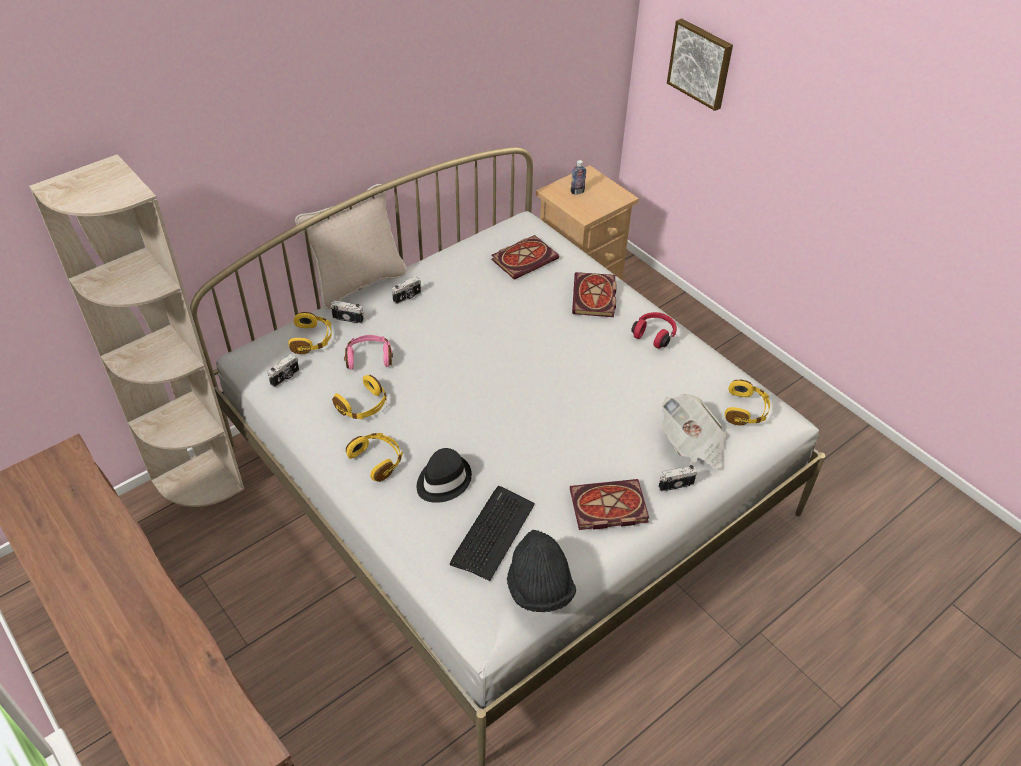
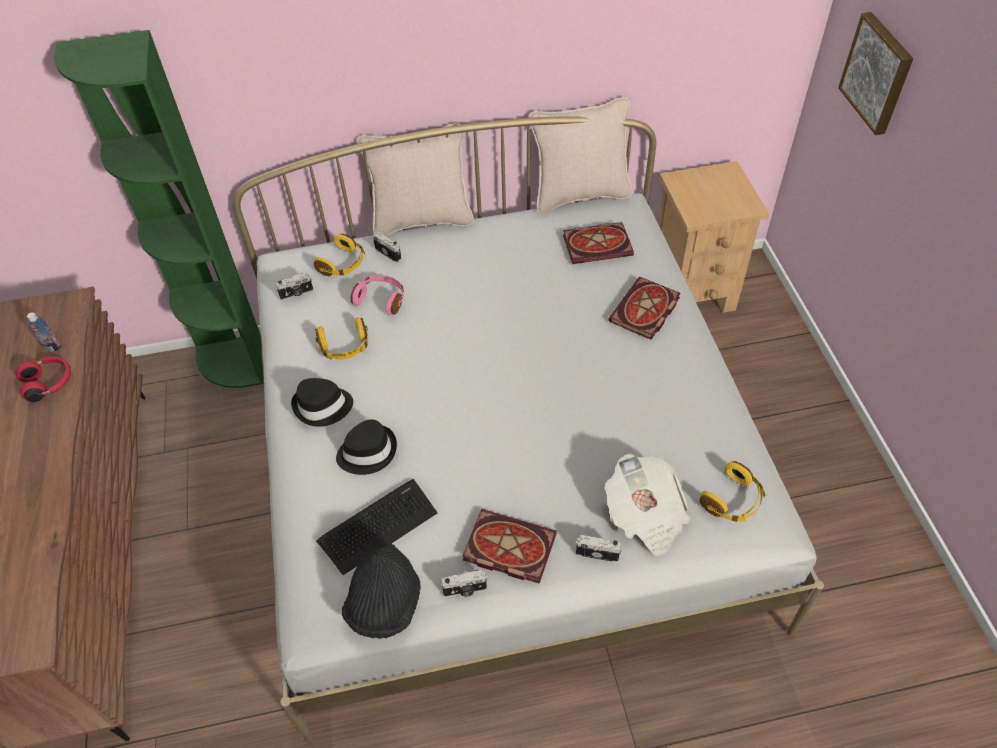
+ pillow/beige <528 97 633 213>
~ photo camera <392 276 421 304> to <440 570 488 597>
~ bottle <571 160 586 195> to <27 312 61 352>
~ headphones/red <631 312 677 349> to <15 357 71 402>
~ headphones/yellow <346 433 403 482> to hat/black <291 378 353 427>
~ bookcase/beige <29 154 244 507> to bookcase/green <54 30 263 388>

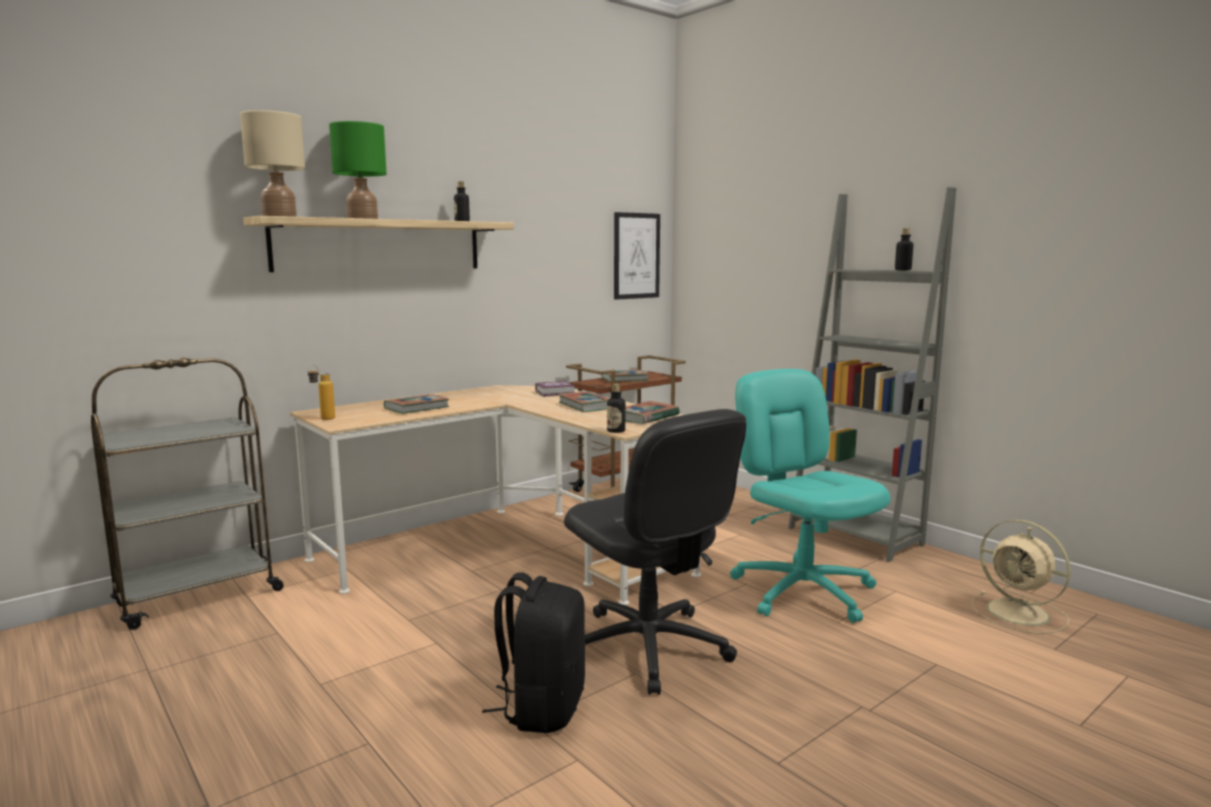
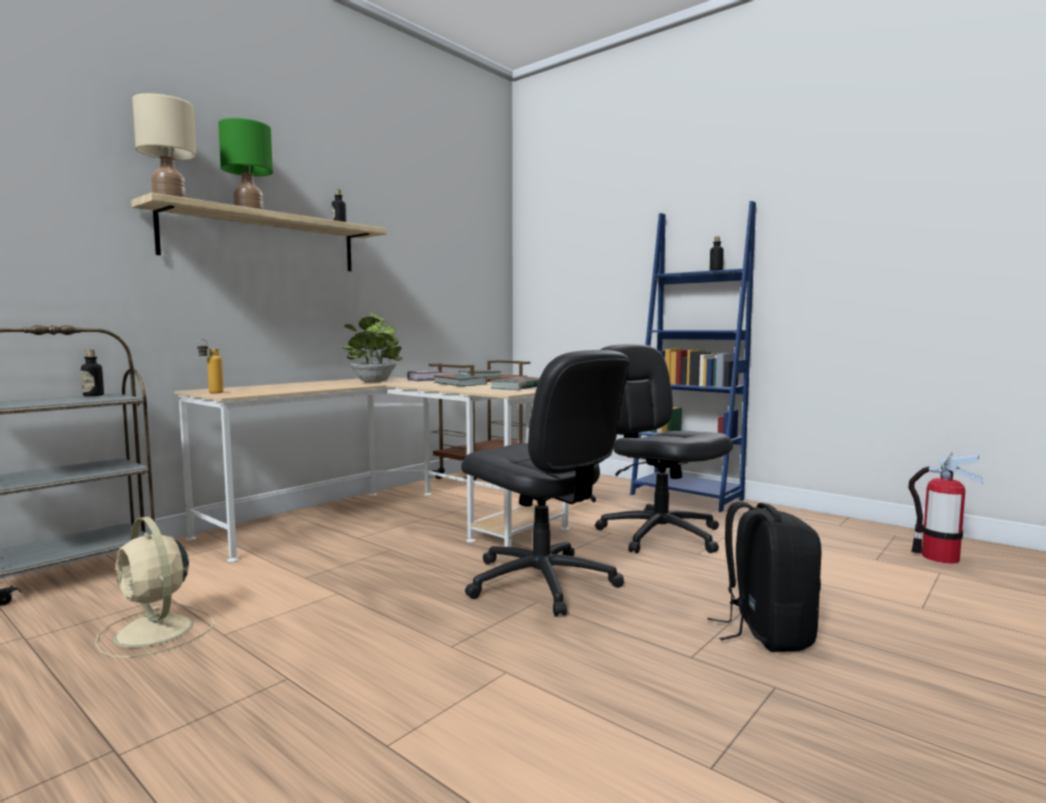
- book <384 394 449 414>
- picture <614 212 660 300>
+ potted plant <342 312 402 382>
+ fire extinguisher <908 452 983 564>
~ backpack/black <482 572 586 733> to <707 502 822 652>
~ bottle <607 384 625 433> to <81 350 104 396>
~ fan/beige <971 520 1071 634> to <95 517 214 658>
~ office chair/turquoise <730 369 890 623> to office chair/black <595 344 733 553>
~ bookcase/grey <788 187 956 562> to bookcase/blue <630 201 756 512>

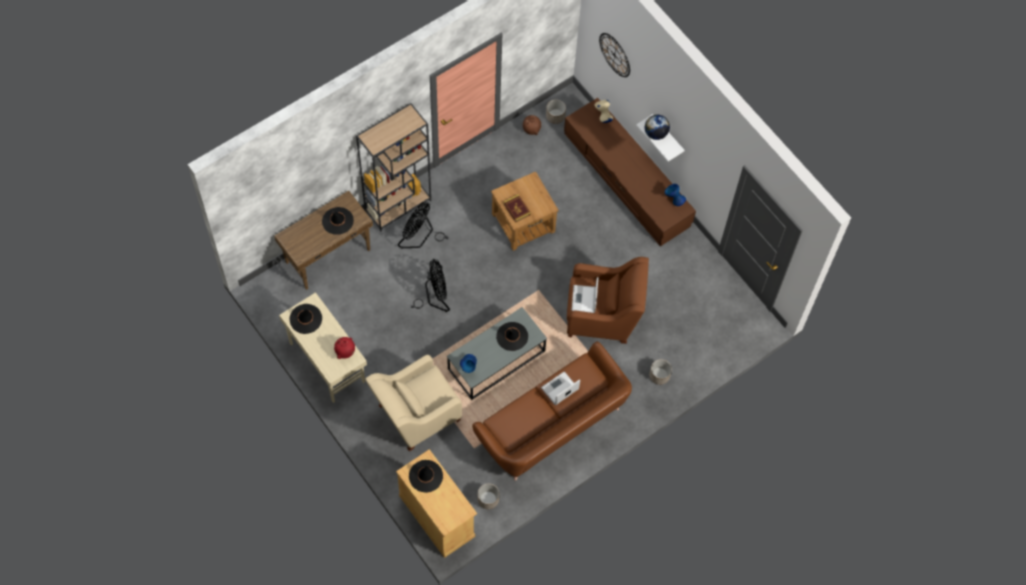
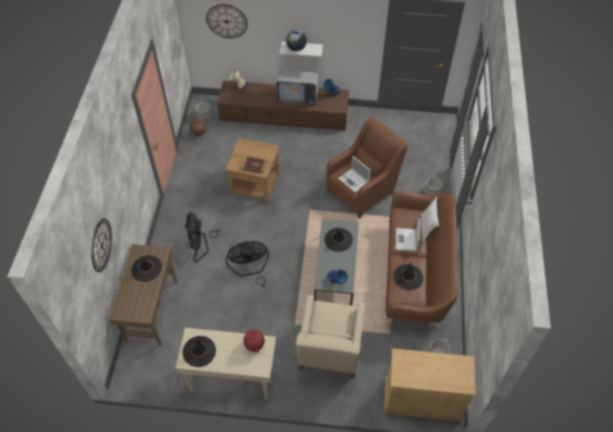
- bookcase <356 103 431 232>
+ wall clock <91 219 112 272>
+ television <276 70 318 105>
+ pillow/white <421 197 440 243>
~ hat/black <409 460 443 493> to <394 261 423 290>
~ fan/black <411 259 450 312> = <226 241 269 287> 45 degrees counterclockwise

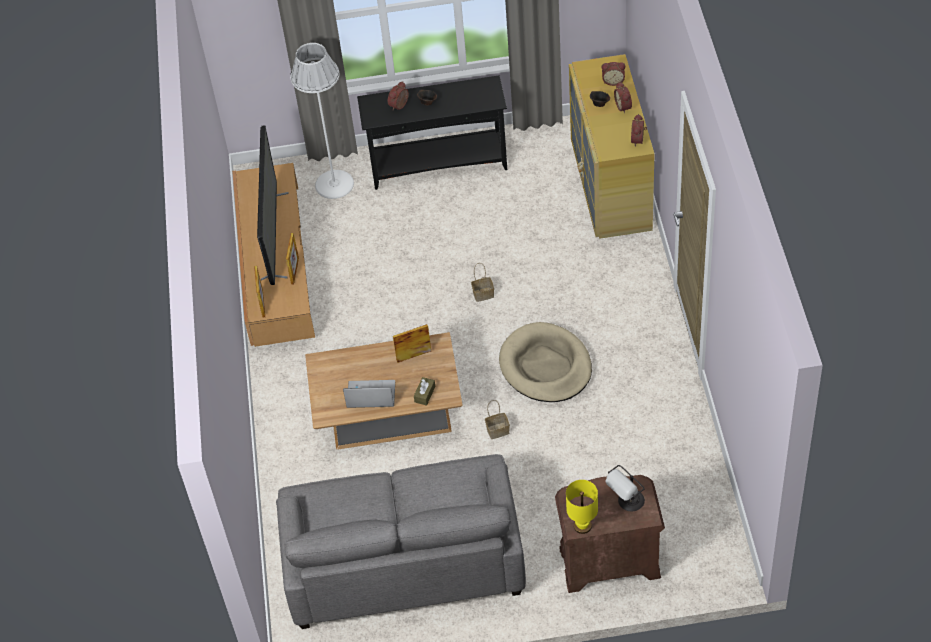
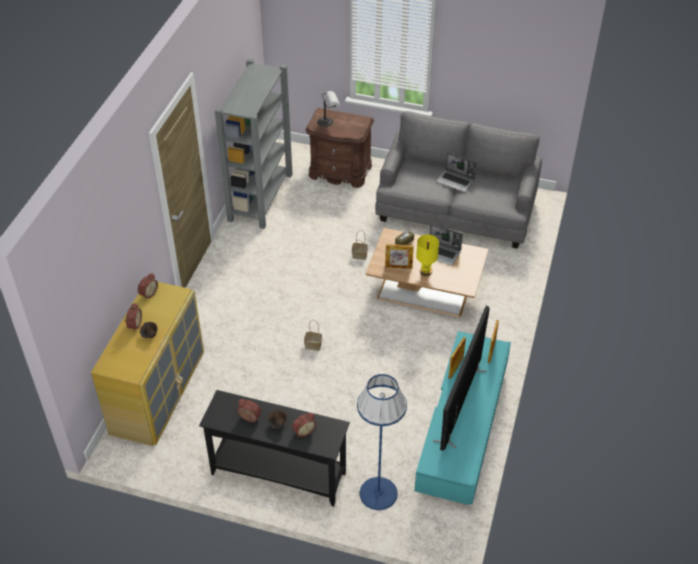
- dog bed/beige <499 322 592 402>
+ bookcase/grey <215 59 293 229>
+ laptop <436 153 477 192>
~ table lamp/yellow <566 480 598 534> to <416 234 439 276>
~ alarm clock <602 62 625 86> to <237 399 261 422>
~ tv stand/brown <232 163 315 347> to tv stand/turquoise <415 331 511 505>
~ floor lamp/white <290 43 354 199> to floor lamp/blue <357 374 407 510>

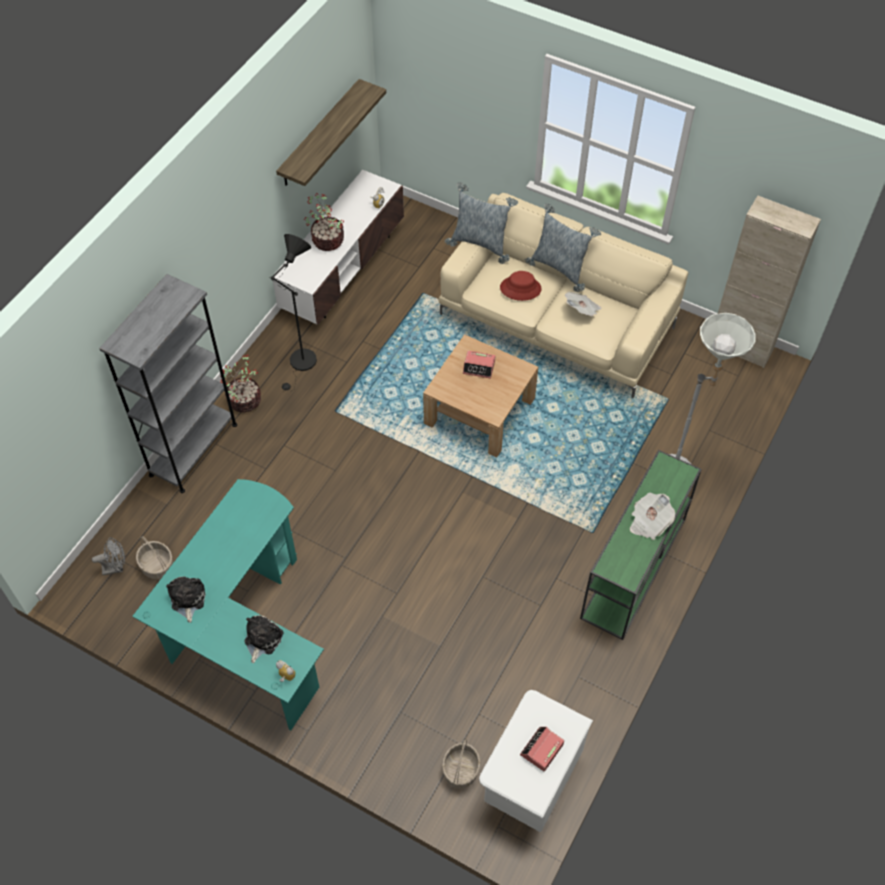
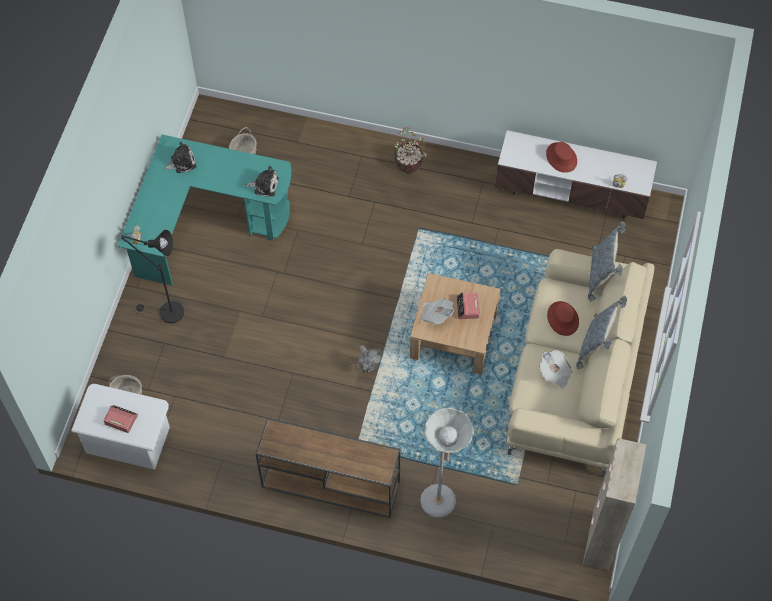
- bookcase/grey <99 274 237 493>
- shelf <276 79 386 186>
~ fan/grey <92 537 125 575> to <356 345 383 373>
~ plush toy <244 615 284 663> to <246 166 279 197>
~ floor lamp/black <269 234 317 393> to <121 230 184 323>
~ newspaper <630 493 675 540> to <421 298 454 325>
~ potted plant <304 193 344 251> to hat/red <546 142 577 173>
~ console table/green <580 450 702 640> to console table/brown <256 418 400 518>

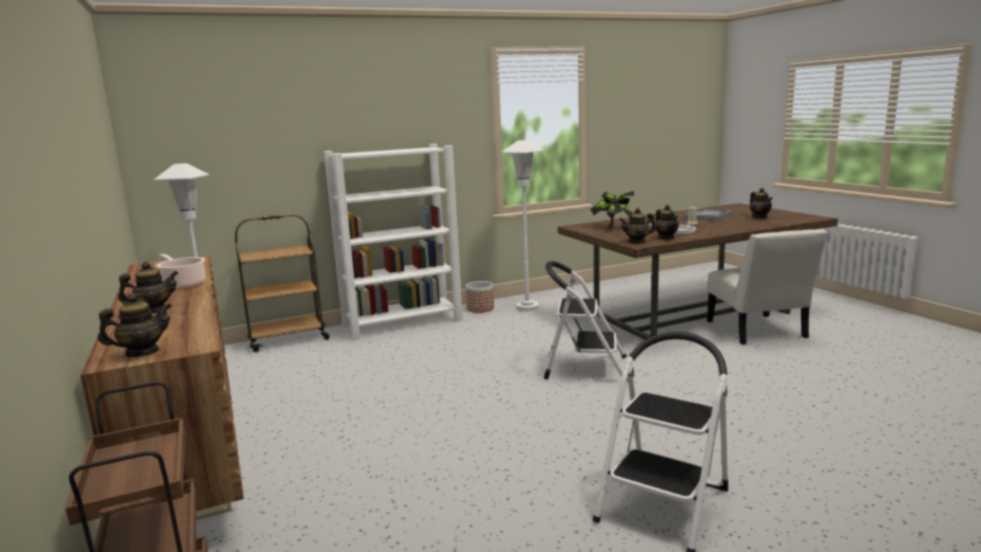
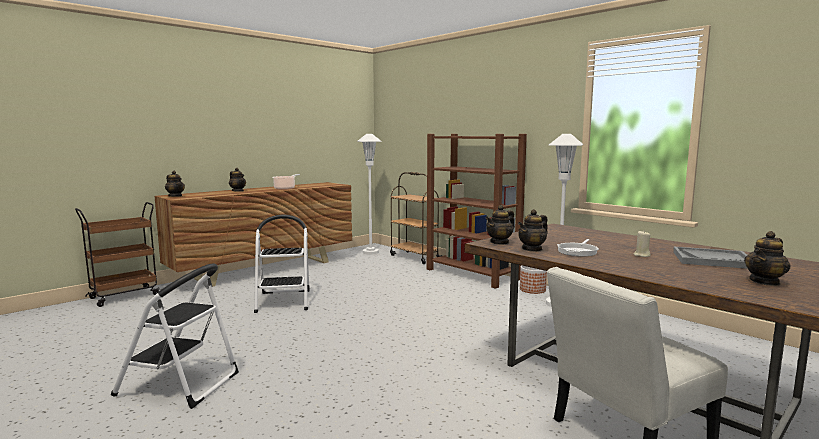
- potted plant <590 191 634 227>
~ step ladder <544 261 628 381> to <254 215 310 313>
~ bookcase/white <324 144 463 340> to bookcase/brown <427 134 527 289>
~ teapot <619 208 656 244> = <485 205 515 245> 105 degrees counterclockwise

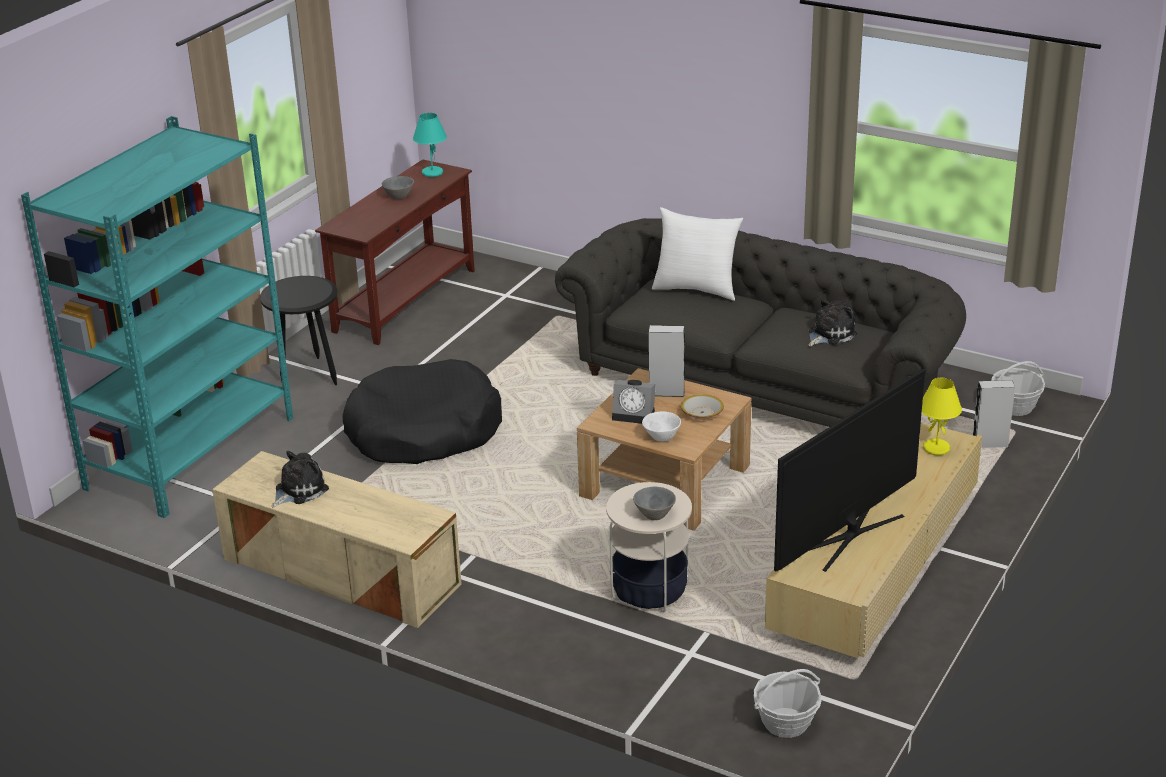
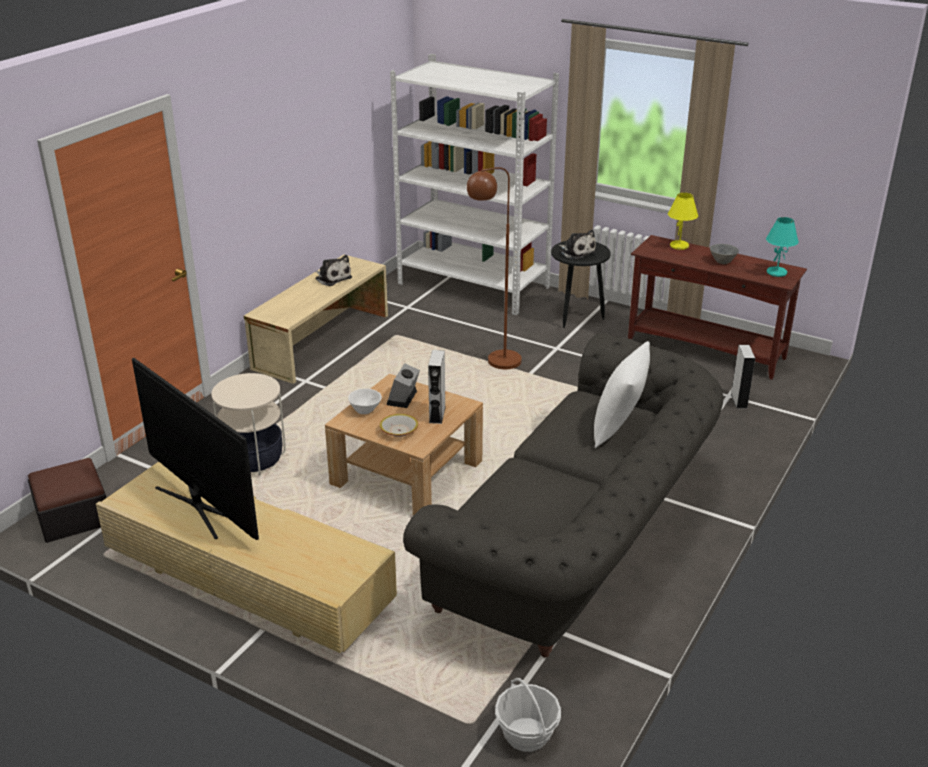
- bowl/grey <633 487 676 520>
~ plush toy <808 298 857 346> to <559 230 596 260>
~ table lamp/yellow <922 378 962 455> to <668 193 698 250>
~ speaker/grey <973 380 1015 448> to <731 345 755 408>
~ dog bed/black <343 359 502 464> to floor lamp/brown <467 167 522 369>
~ basket <754 669 822 738> to ottoman <28 458 106 543>
~ bookcase/turquoise <21 116 293 518> to bookcase/white <390 54 559 315>

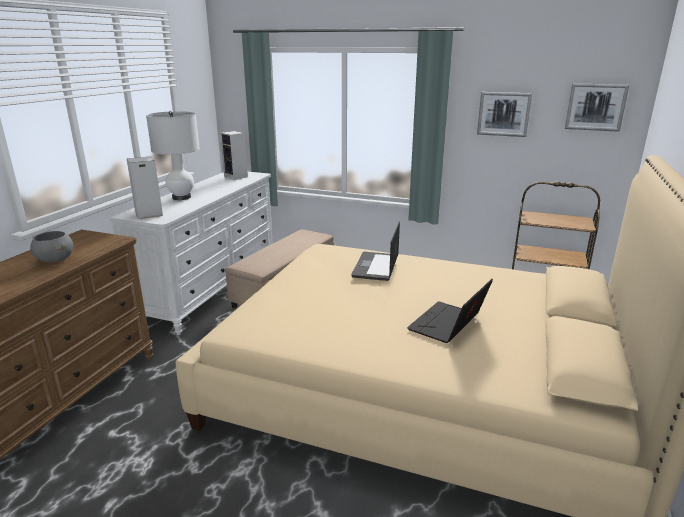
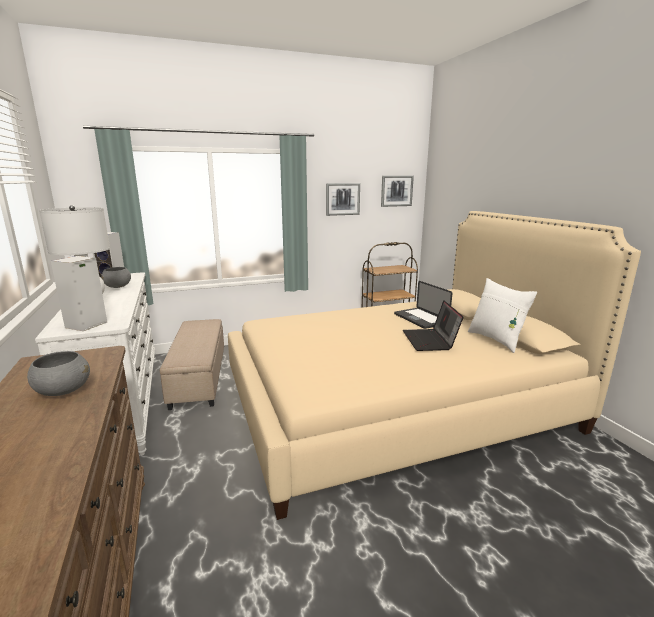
+ bowl/grey <102 267 131 288>
+ pillow/white <468 278 537 353>
~ laptop <351 222 400 281> to <394 281 452 329>

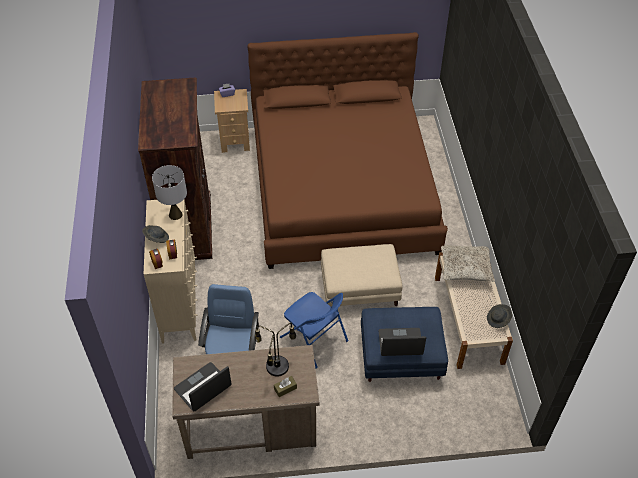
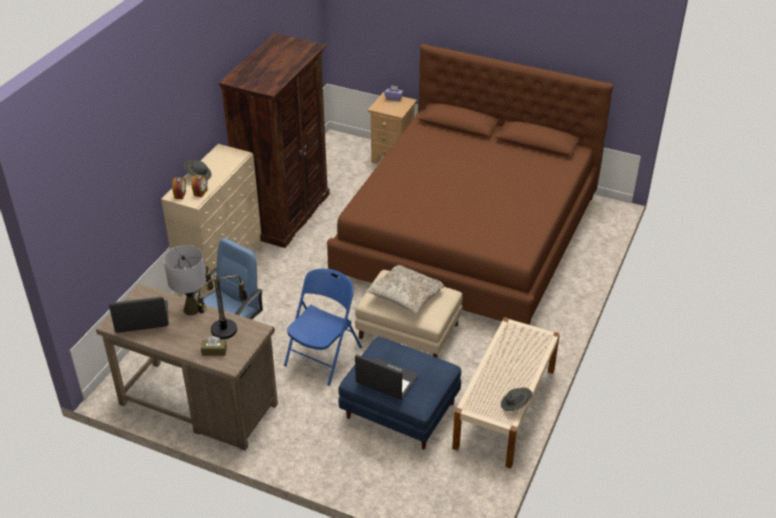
~ table lamp/grey <152 165 187 220> to <164 245 206 315>
~ pillow/beige <441 245 495 282> to <367 265 445 313>
~ chair/blue <280 292 349 369> = <284 269 362 386> 135 degrees counterclockwise

